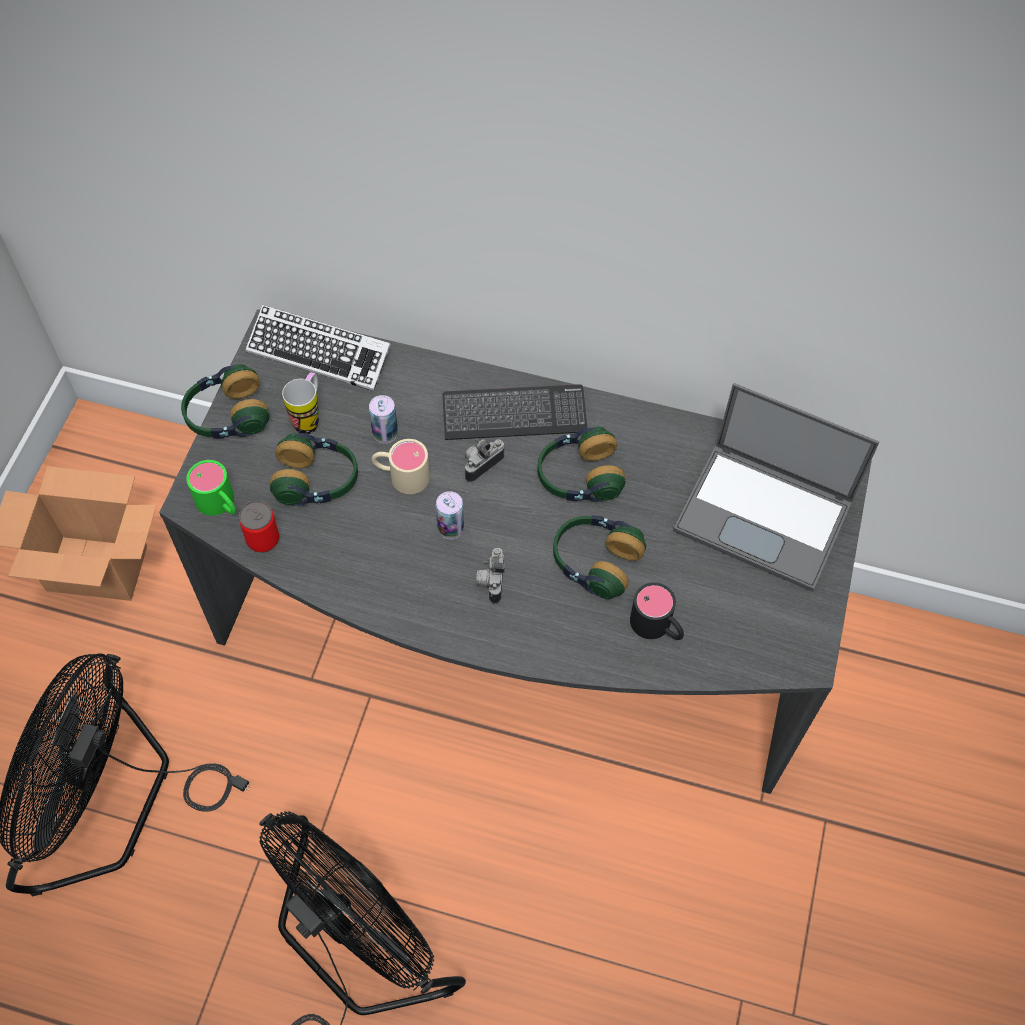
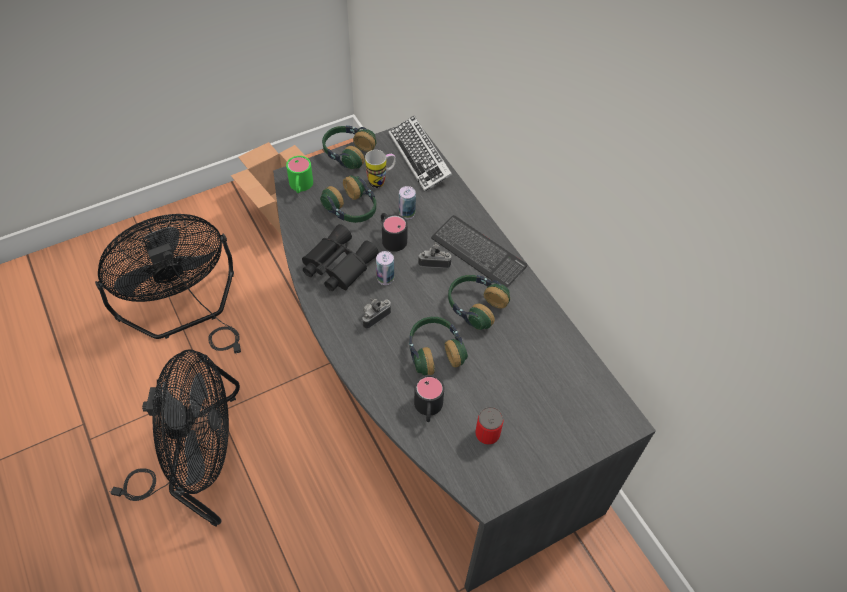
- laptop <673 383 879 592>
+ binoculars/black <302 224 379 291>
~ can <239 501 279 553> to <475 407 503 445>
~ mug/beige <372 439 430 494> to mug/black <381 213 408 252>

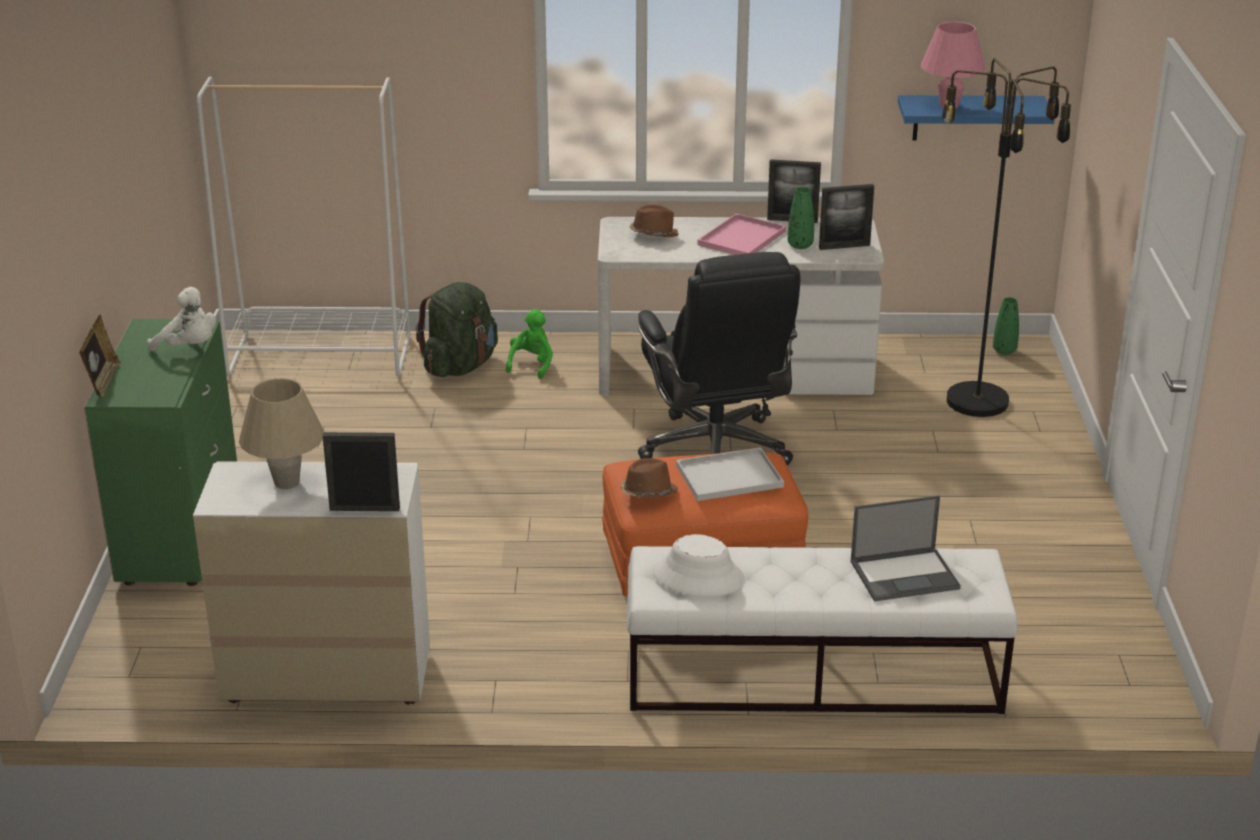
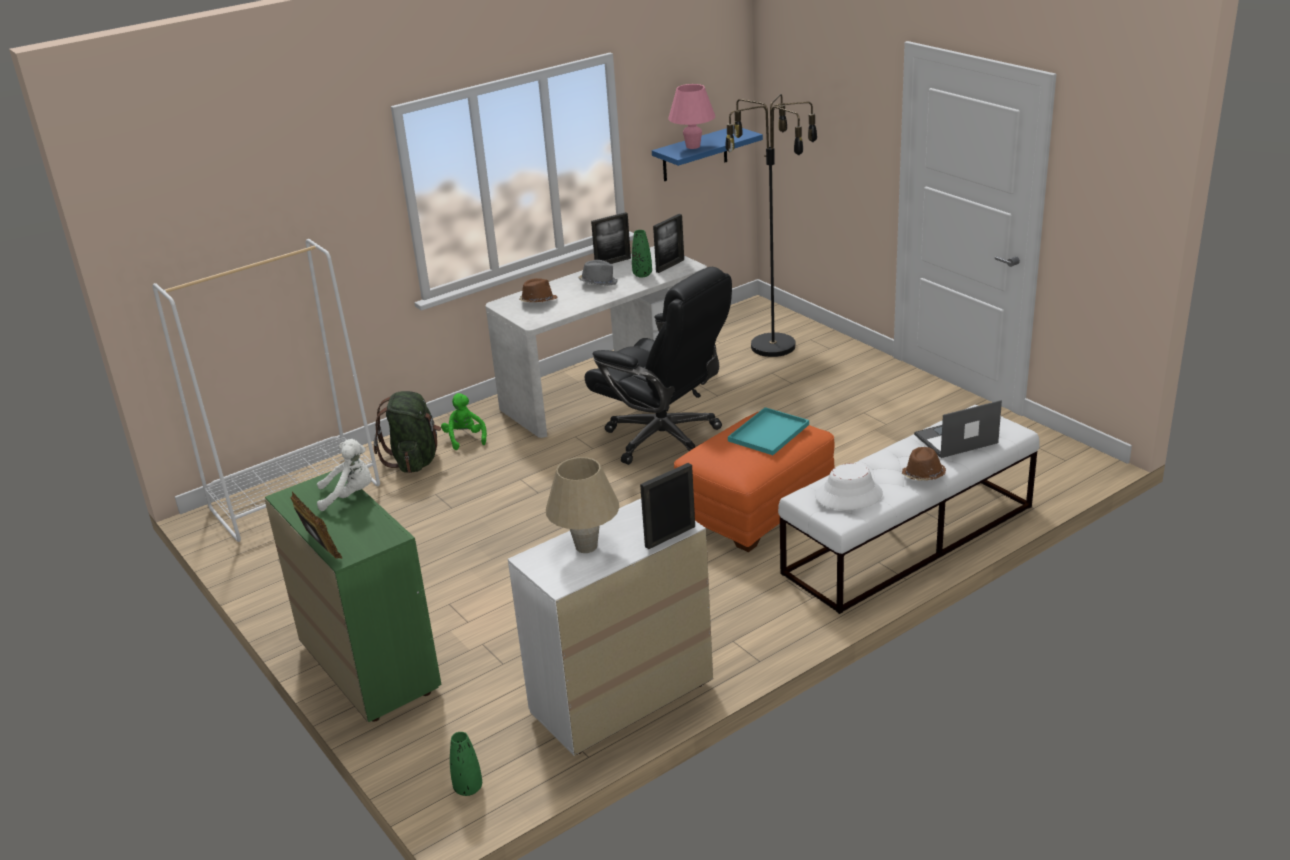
~ hat/brown <621 458 678 499> to <902 447 946 481>
~ vase/green <993 297 1019 355> to <450 732 482 796>
~ tray/pink <697 214 786 255> to hat/grey <579 260 618 286>
~ tray/white <676 447 784 501> to tray/turquoise <728 407 809 455>
~ laptop <851 495 961 601> = <914 400 1002 458> 150 degrees counterclockwise

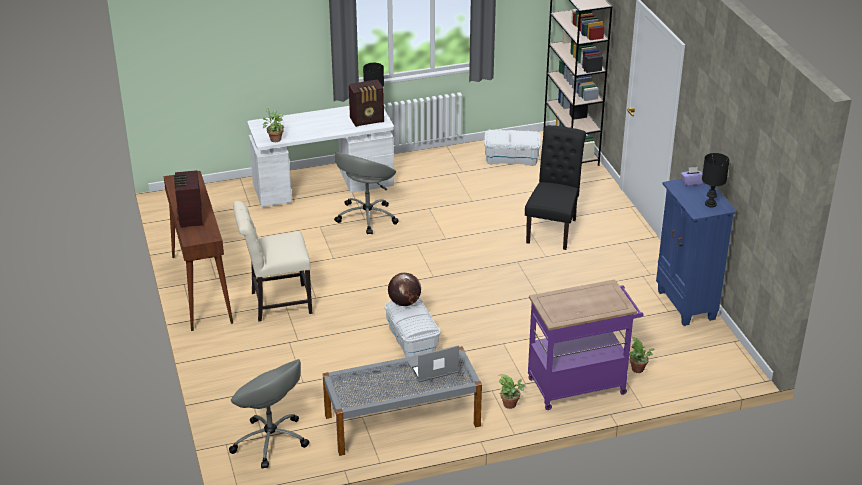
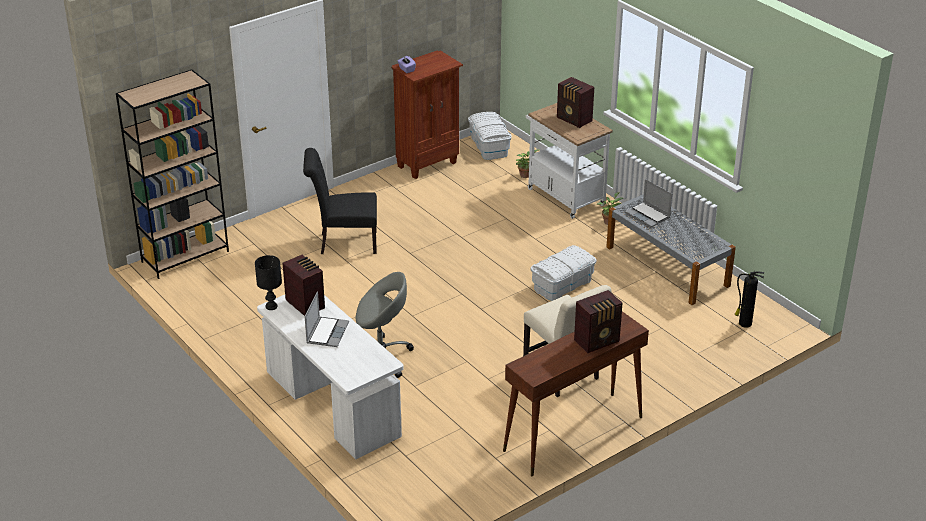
- potted plant <262 109 284 142>
- globe <388 273 421 306>
- table lamp/black <702 153 730 208>
+ laptop <305 291 349 347>
+ radio <557 77 594 128>
~ storage box/white <484 130 541 166> to <468 112 512 160>
~ office chair/grey <229 359 309 468> to fire extinguisher <735 271 764 328>
~ cart/purple <528 279 644 410> to cart/white <526 103 613 219>
~ cabinet/blue <656 179 735 326> to cabinet/brown <391 50 463 179>

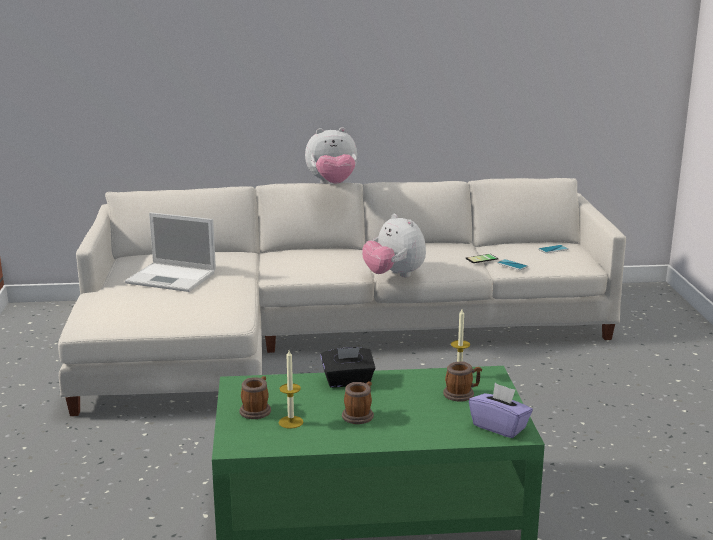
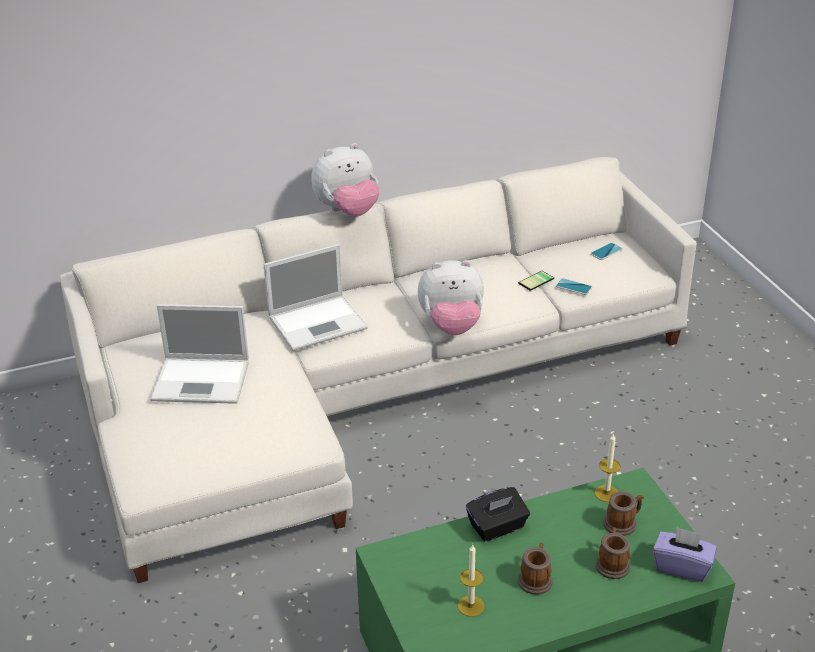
+ laptop <263 244 368 351>
~ mug <239 376 271 419> to <596 527 630 579>
~ plush toy <362 214 426 277> = <418 260 484 335> 45 degrees counterclockwise

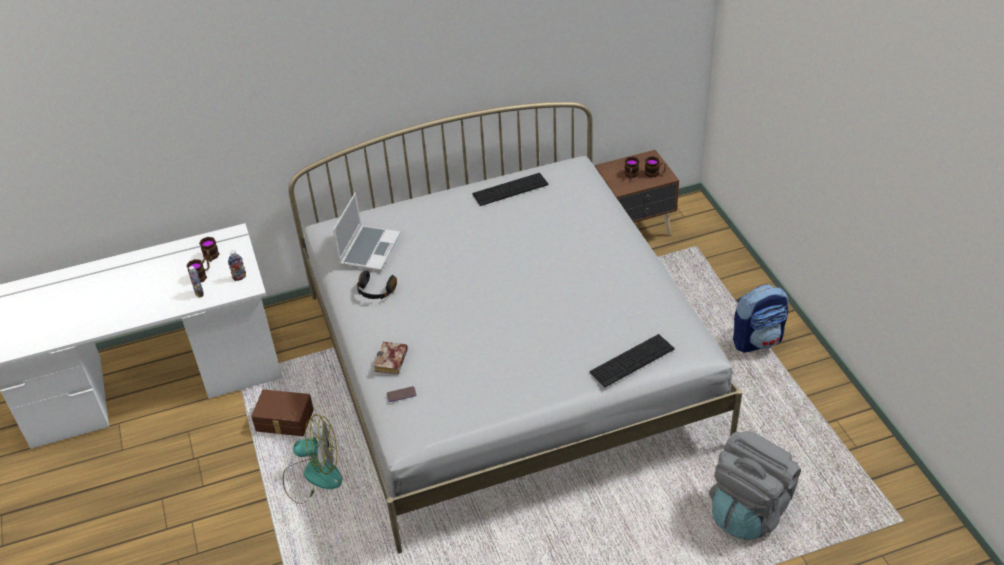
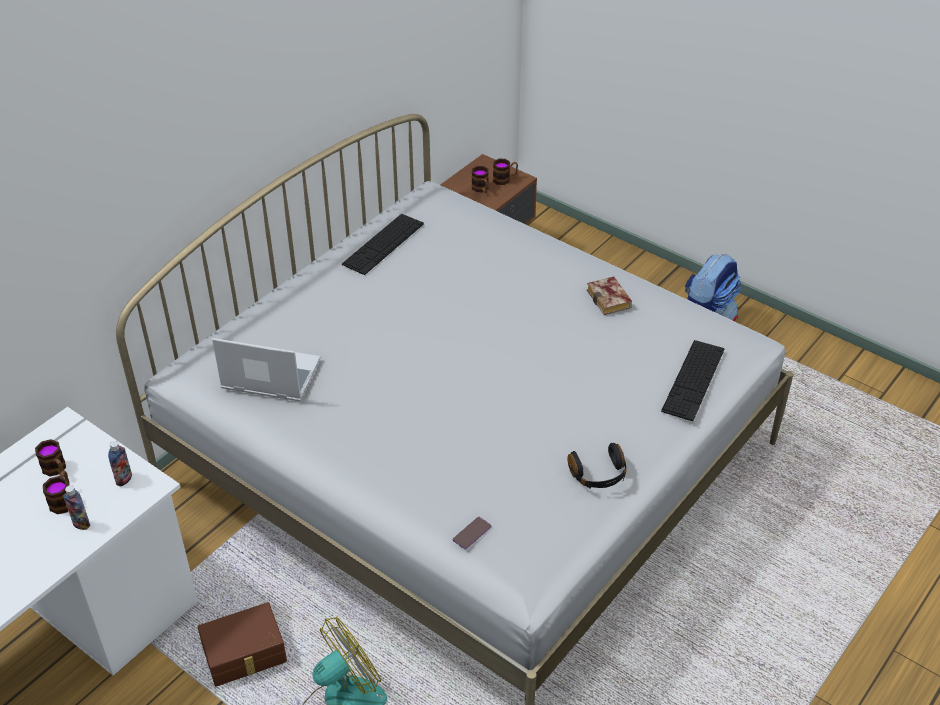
- backpack/grey <709 431 801 540>
~ headphones/black <357 271 397 299> to <568 443 627 489>
~ book <374 342 408 374> to <587 276 632 315>
~ laptop <333 193 401 271> = <212 338 320 401> 60 degrees counterclockwise

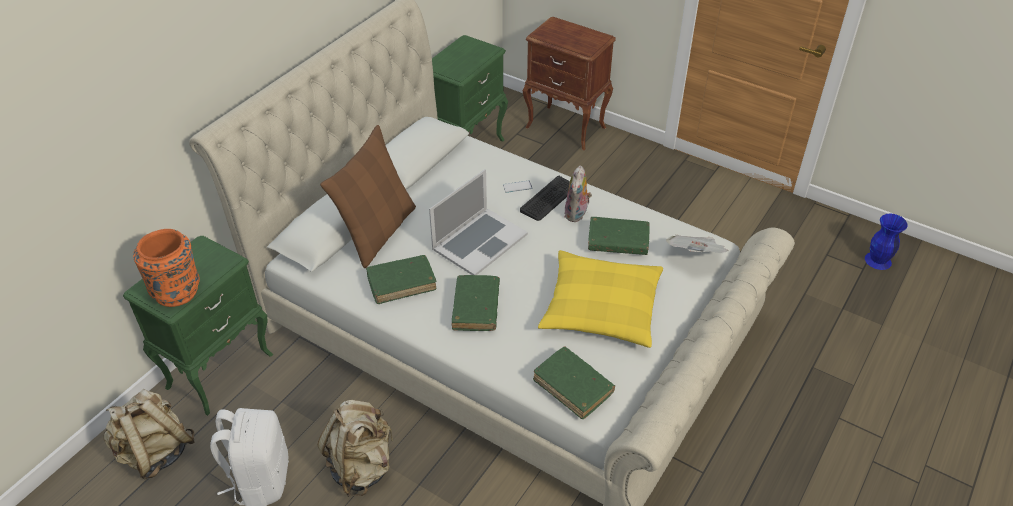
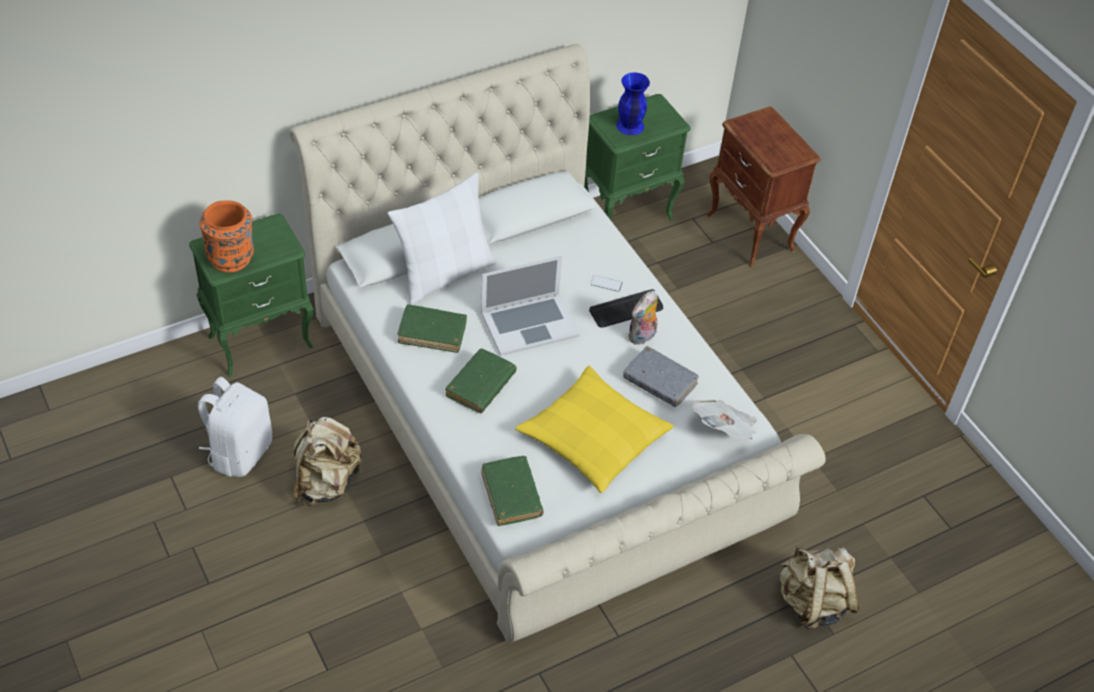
~ backpack/beige <104 388 195 479> to <780 546 860 629>
~ vase/blue <865 214 908 270> to <616 72 650 135>
~ pillow/brown <320 125 416 268> to pillow/white <388 172 496 304>
~ book/green <588 217 650 255> to book/grey <623 346 699 407>

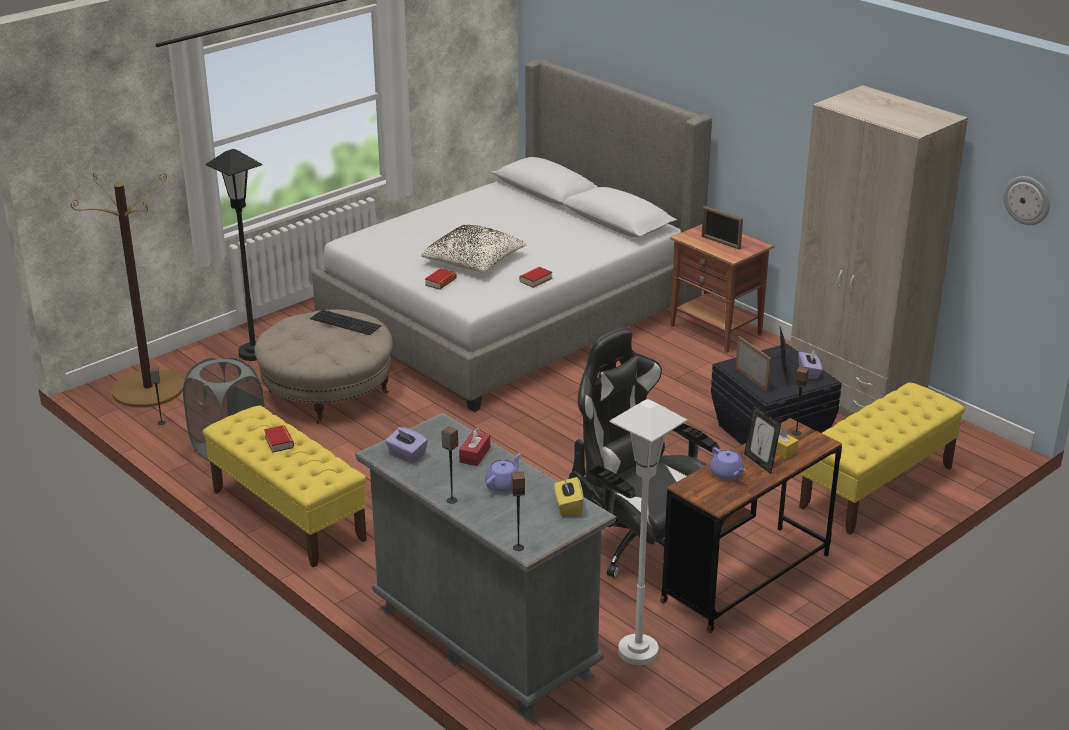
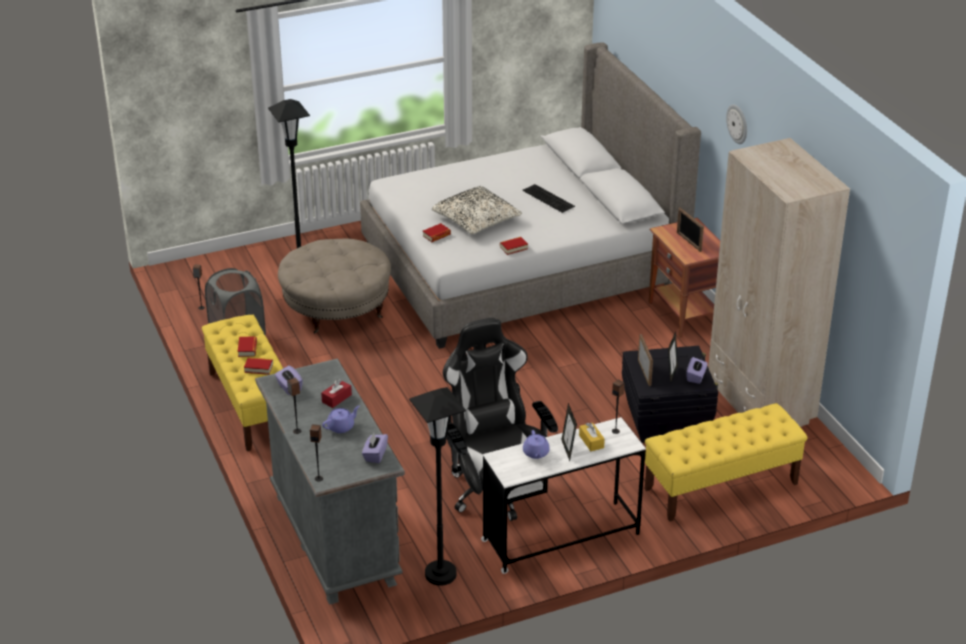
- clothes rack/brown <71 173 184 408>
+ book <244 358 273 375>
~ keyboard <310 309 381 335> to <522 184 575 213>
~ wall clock <1004 176 1050 225> to <726 104 747 144>
~ tissue box/yellow <554 477 584 516> to tissue box/purple <362 432 388 463>
~ floor lamp/white <609 399 687 665> to floor lamp/black <409 387 466 586>
~ desk/brown <660 418 842 633> to desk/white <481 417 646 574>

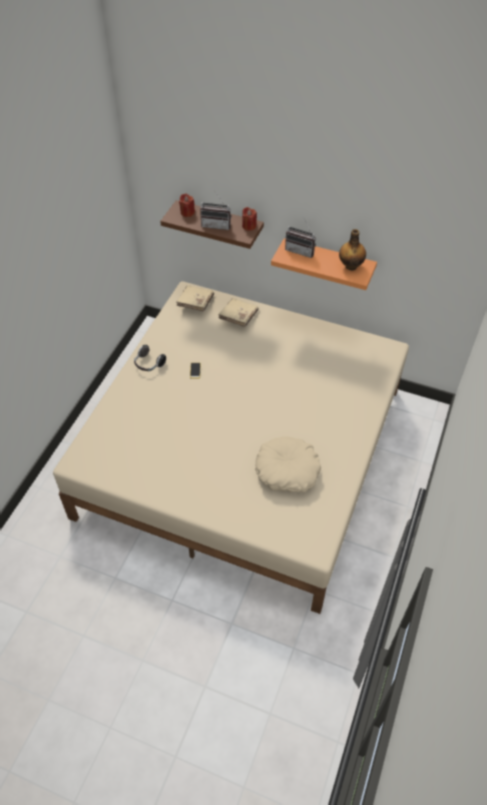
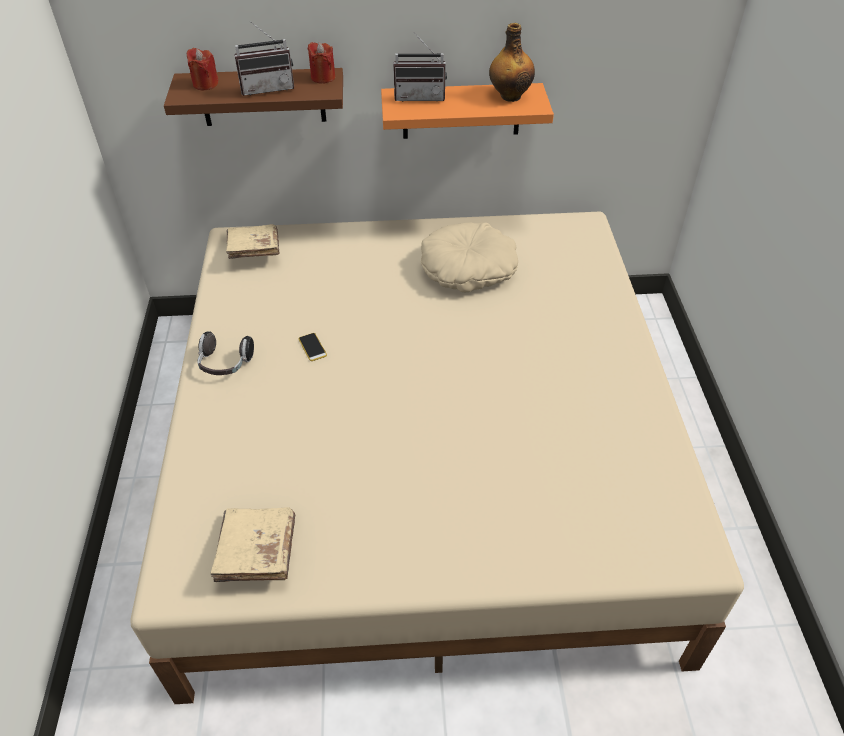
~ book/beige <218 298 259 327> to <211 507 295 582>
~ pillow/beige <255 436 321 492> to <421 222 518 292>

